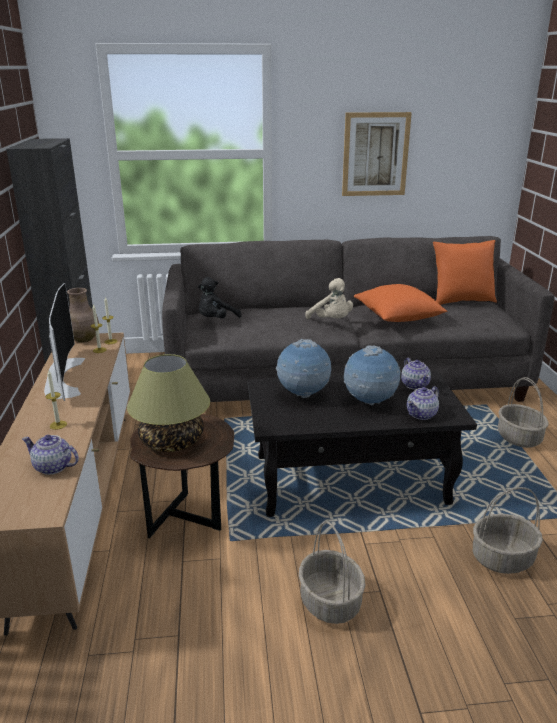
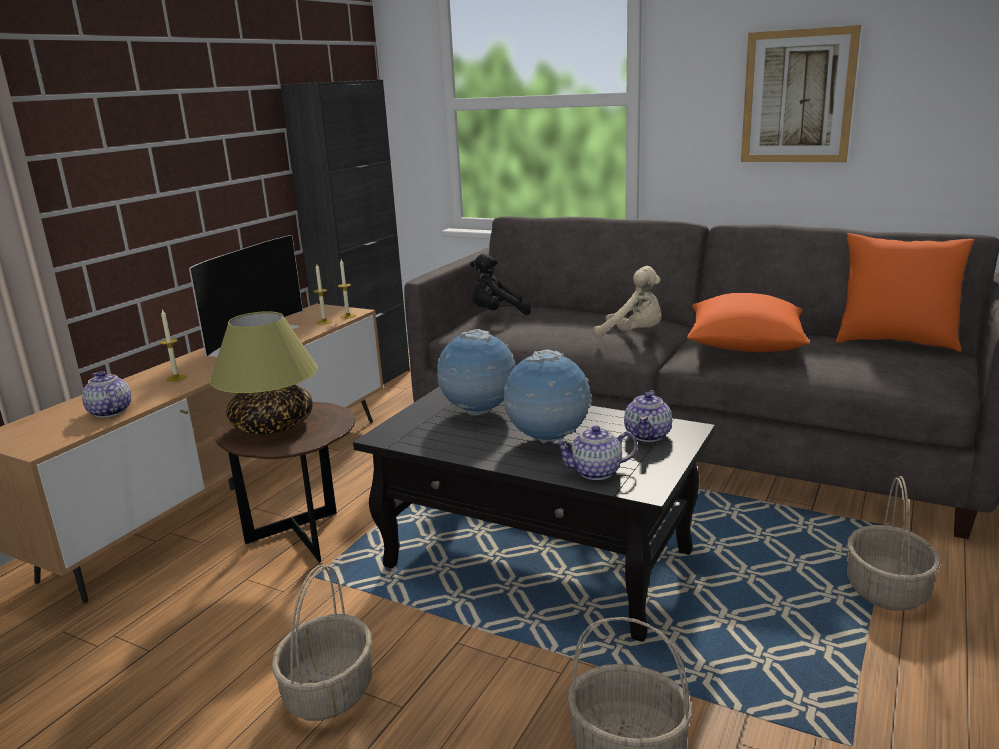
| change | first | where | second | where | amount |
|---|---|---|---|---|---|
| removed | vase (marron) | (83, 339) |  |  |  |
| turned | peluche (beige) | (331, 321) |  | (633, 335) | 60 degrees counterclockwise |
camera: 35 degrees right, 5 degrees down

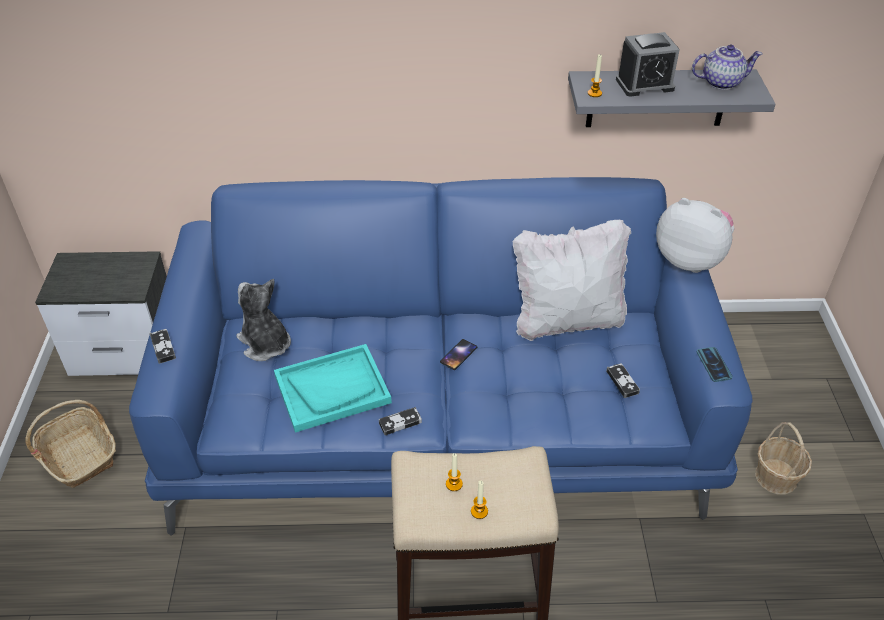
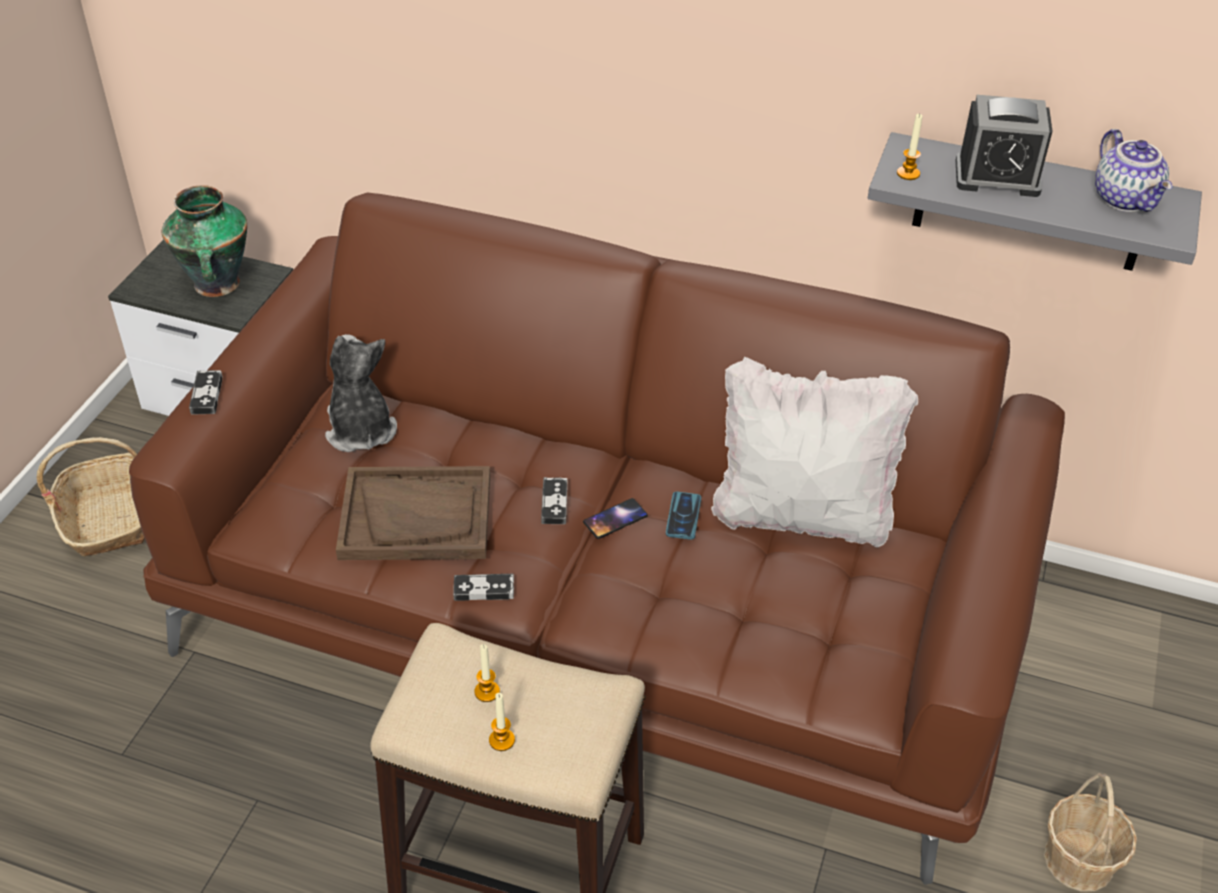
| change | first | where | second | where | amount |
|---|---|---|---|---|---|
| removed | peluche | (690, 259) |  |  |  |
| added |  |  | vase | (217, 285) |  |
| moved | manette | (622, 382) |  | (554, 503) |  |
| moved | téléphone | (713, 365) |  | (683, 516) |  |
| recoloured | canapé (bleu) | (441, 415) | canapé (marron) | (605, 607) |  |
| recoloured | plateau (turquoise) | (332, 389) | plateau (marron) | (416, 516) |  |
| turned | théière | (721, 82) |  | (1126, 199) | 60 degrees clockwise |
camera: 20 degrees right, 0 degrees up

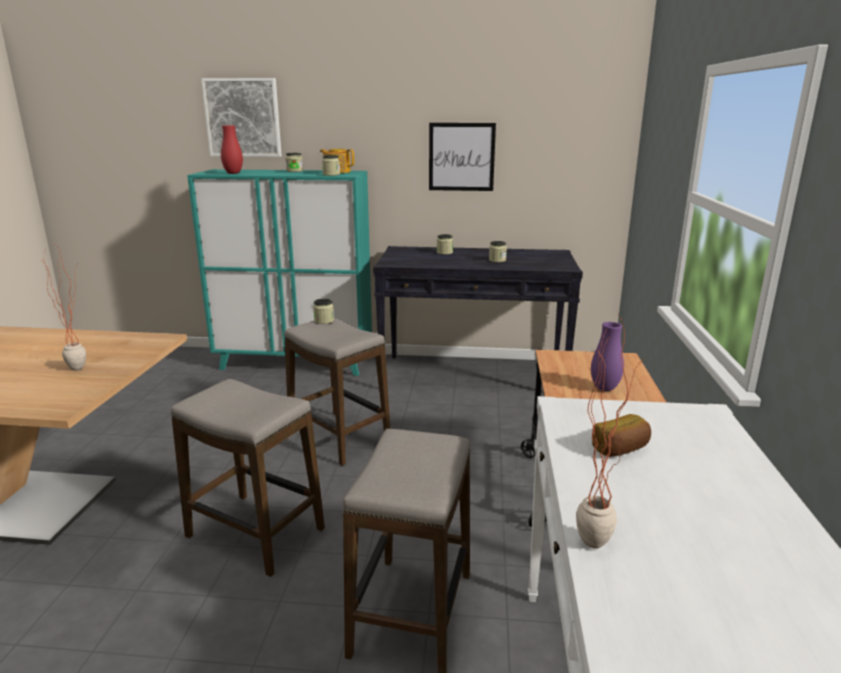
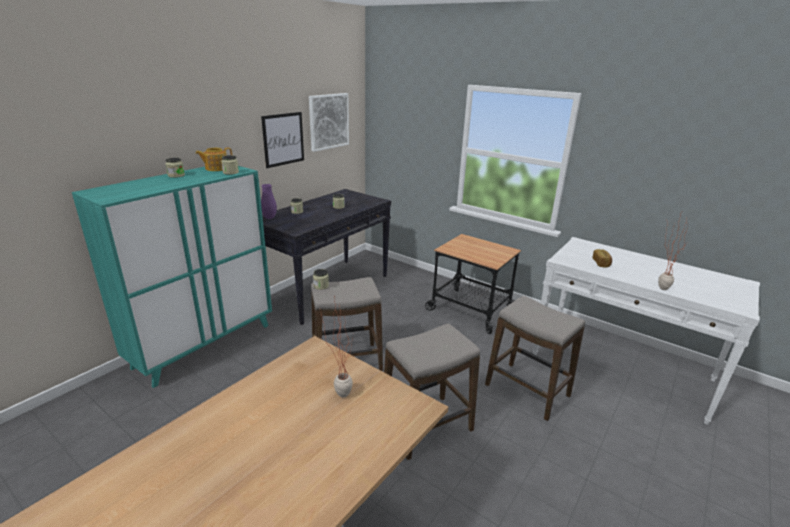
| change | first | where | second | where | amount |
|---|---|---|---|---|---|
| removed | vase (rouge) | (233, 173) |  |  |  |
| moved | tableau | (243, 118) |  | (328, 121) |  |
| moved | vase (violet) | (604, 388) |  | (269, 218) |  |
camera: 60 degrees left, 5 degrees up

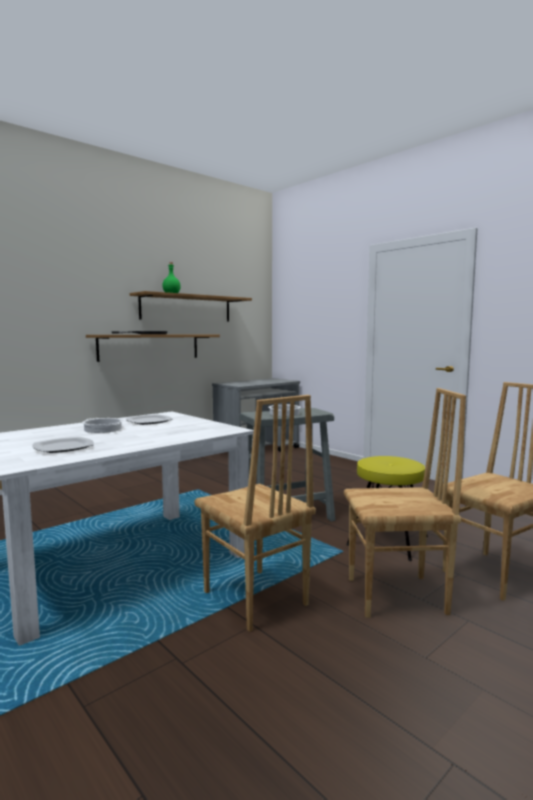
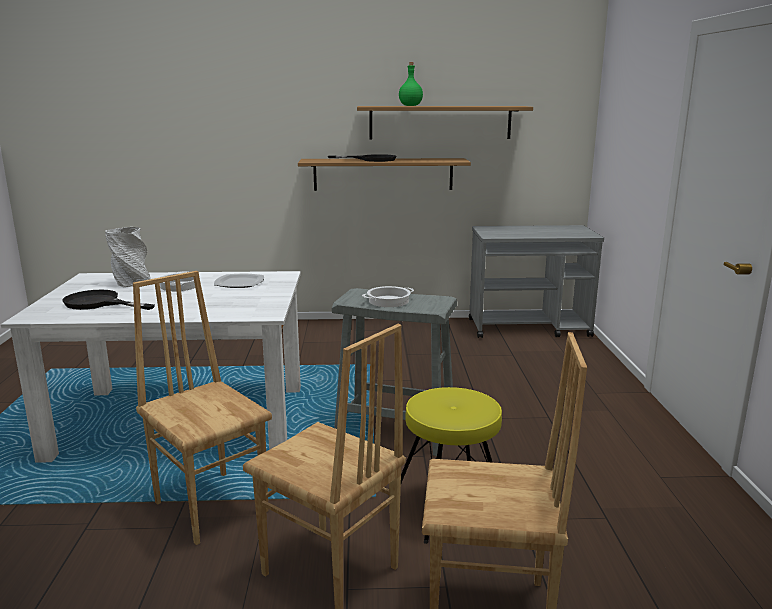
| change | first | where | second | where | amount |
|---|---|---|---|---|---|
| added |  |  | vase (gris) | (131, 282) |  |
| replaced | assiette | (63, 447) | poêle (noir) | (99, 303) |  |
| turned | chaise (marron) | (254, 600) |  | (212, 505) | 135 degrees clockwise |
camera: 40 degrees right, 10 degrees up

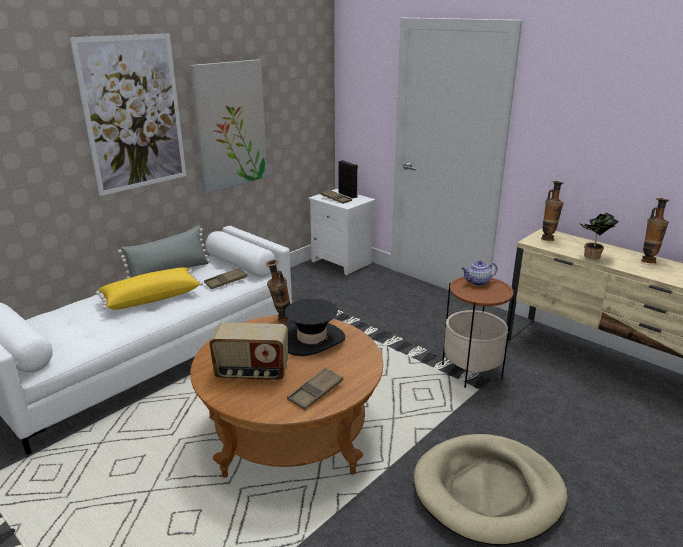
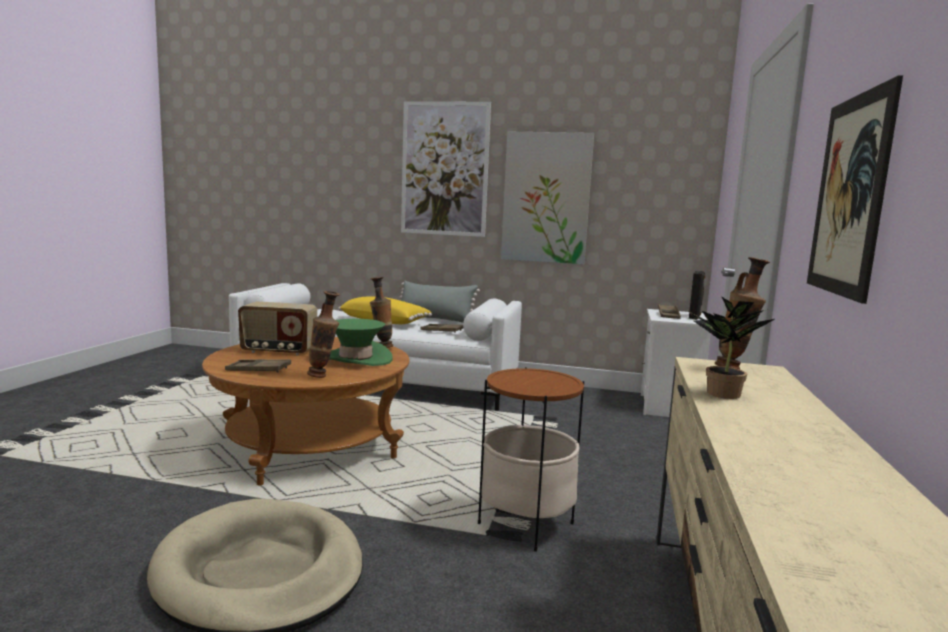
| change | first | where | second | where | amount |
|---|---|---|---|---|---|
| removed | théière | (477, 282) |  |  |  |
| added |  |  | tableau | (849, 196) |  |
| moved | vase | (648, 261) |  | (323, 376) |  |
| recoloured | chapeau (noir) | (312, 339) | chapeau (vert) | (356, 359) |  |
| turned | radio | (252, 373) |  | (278, 351) | 60 degrees counterclockwise |
camera: 60 degrees right, 15 degrees down

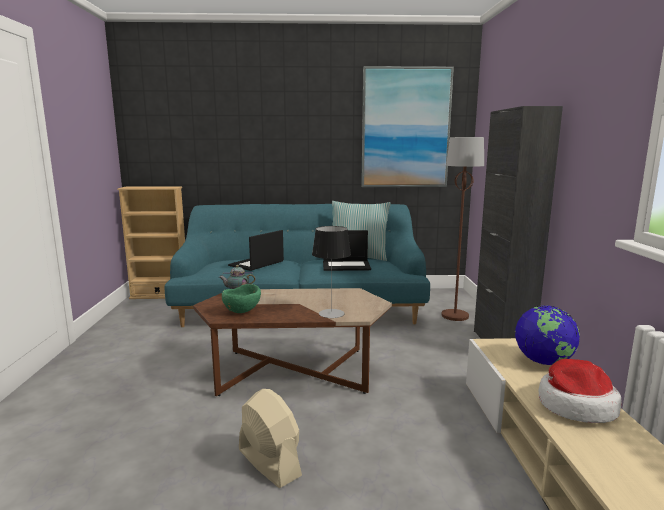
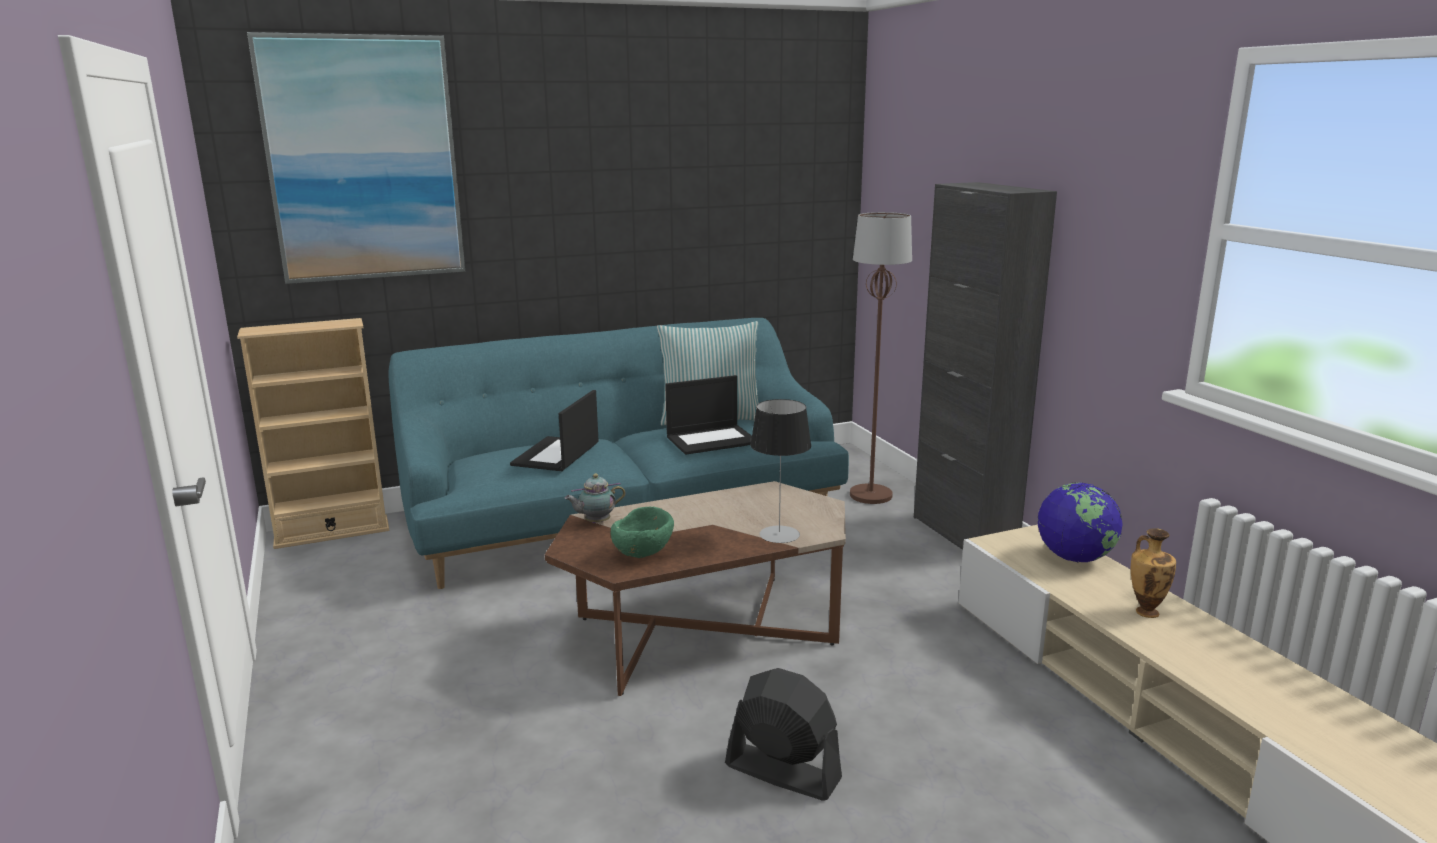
| change | first | where | second | where | amount |
|---|---|---|---|---|---|
| moved | tableau | (405, 128) |  | (363, 160) |  |
| replaced | chapeau | (575, 405) | vase | (1145, 611) |  |
| recoloured | ventilateur (beige) | (269, 462) | ventilateur (noir) | (782, 772) |  |
camera: 20 degrees left, 5 degrees up

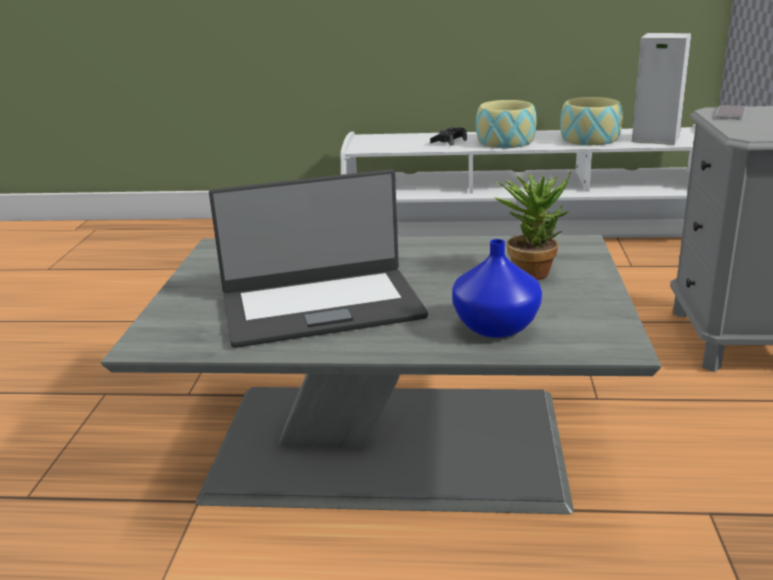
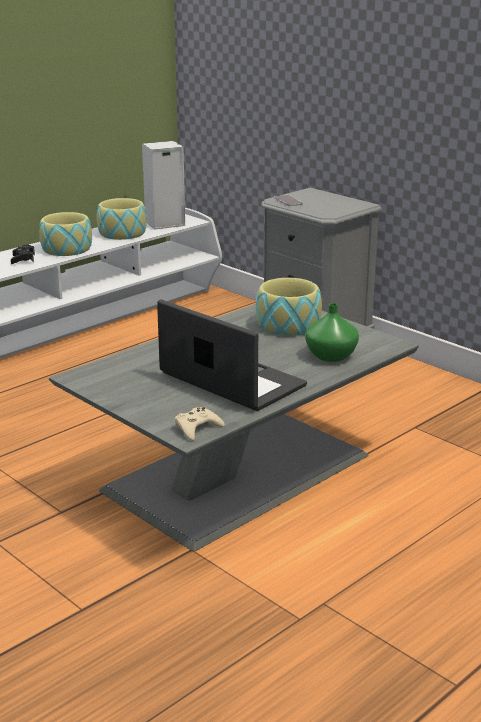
| change | first | where | second | where | amount |
|---|---|---|---|---|---|
| added |  |  | manette (beige) | (197, 428) |  |
| replaced | plante en pot | (532, 270) | bol | (288, 324) |  |
| recoloured | vase (bleu) | (494, 327) | vase (vert) | (330, 356) |  |
| turned | ordinateur portable | (321, 306) |  | (231, 381) | 75 degrees counterclockwise |
camera: 50 degrees left, 0 degrees up

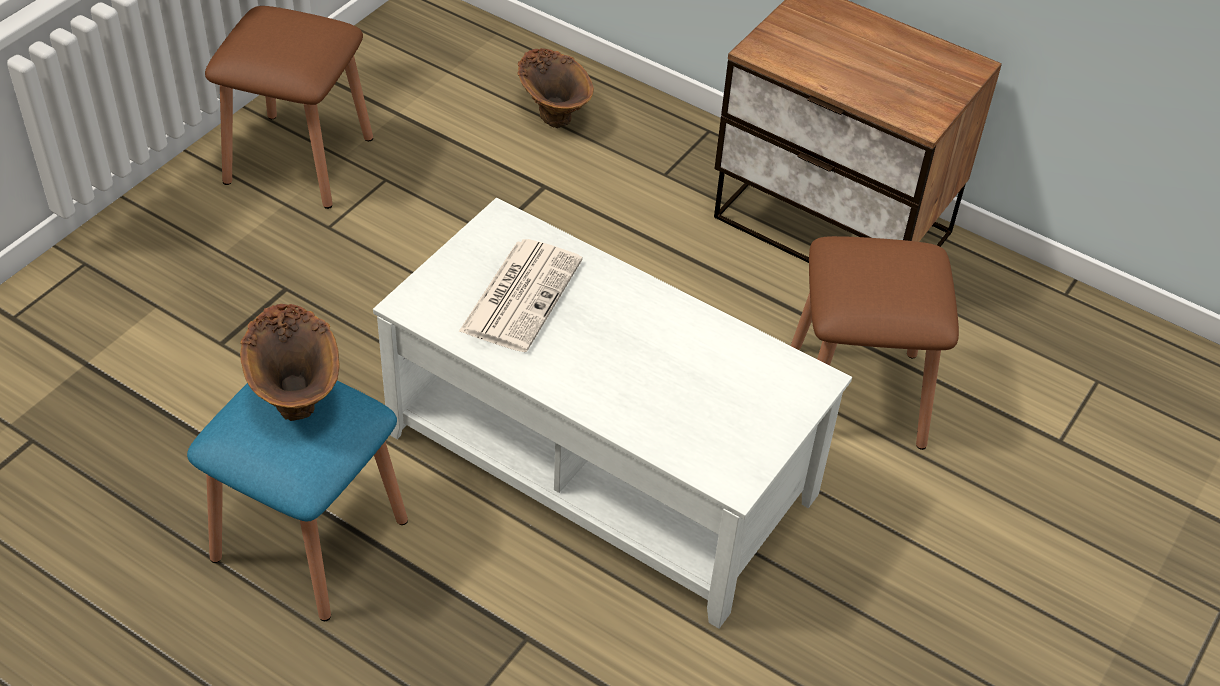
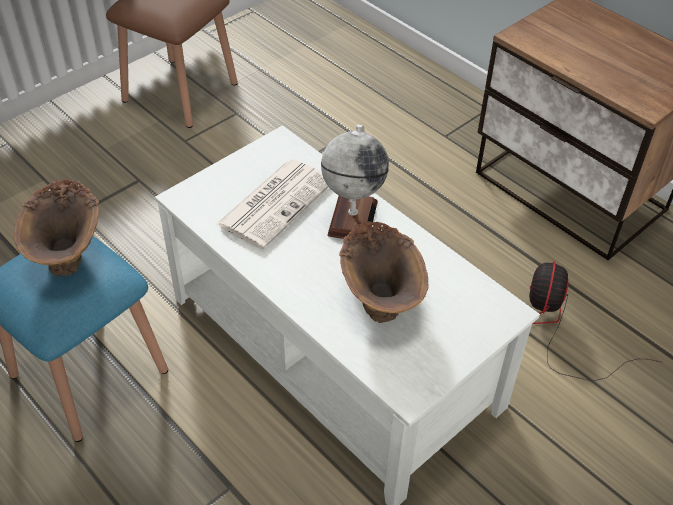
| change | first | where | second | where | amount |
|---|---|---|---|---|---|
| added |  |  | globe | (352, 218) |  |
| moved | vase (marron) | (554, 112) |  | (381, 300) |  |
| replaced | tabouret (marron) | (856, 395) | ventilateur | (559, 329) |  |
camera: 15 degrees right, 0 degrees up

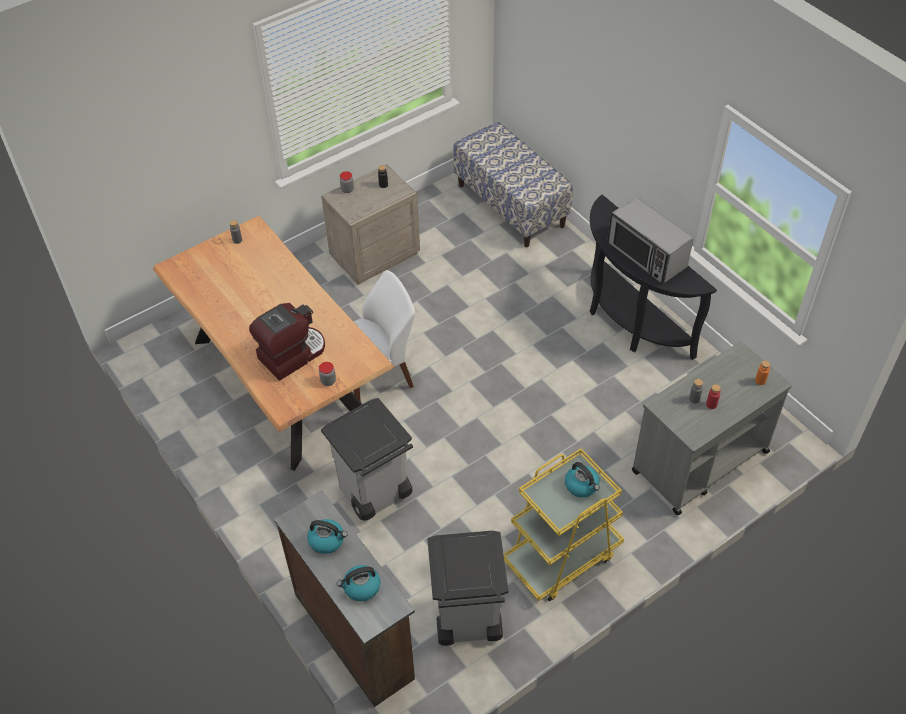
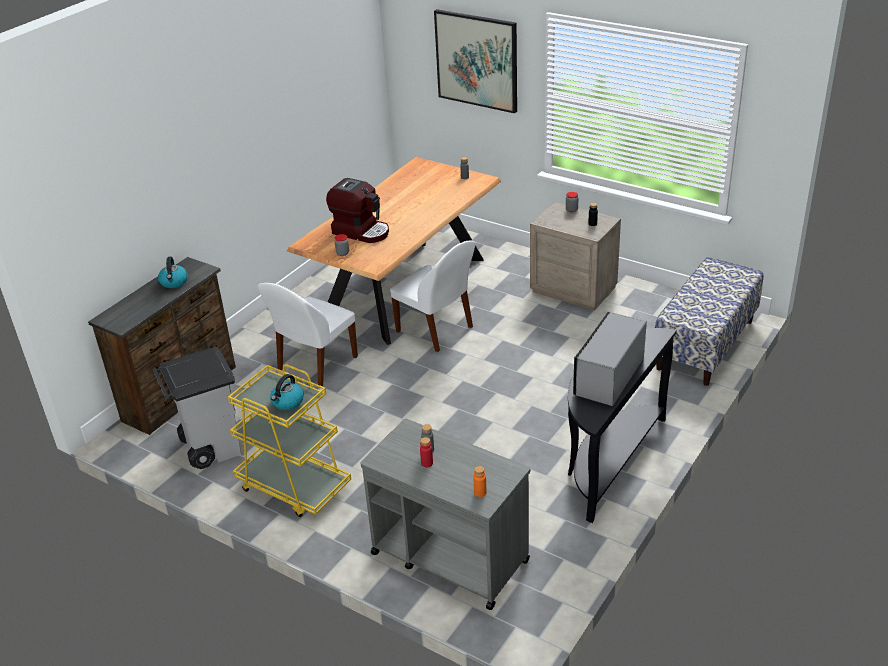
| change | first | where | second | where | amount |
|---|---|---|---|---|---|
| removed | bouilloire | (361, 587) |  |  |  |
| added |  |  | tableau | (477, 60) |  |
| replaced | poubelle (gris) | (374, 493) | chaise (blanc) | (316, 364) |  |
camera: 70 degrees right, 15 degrees down

